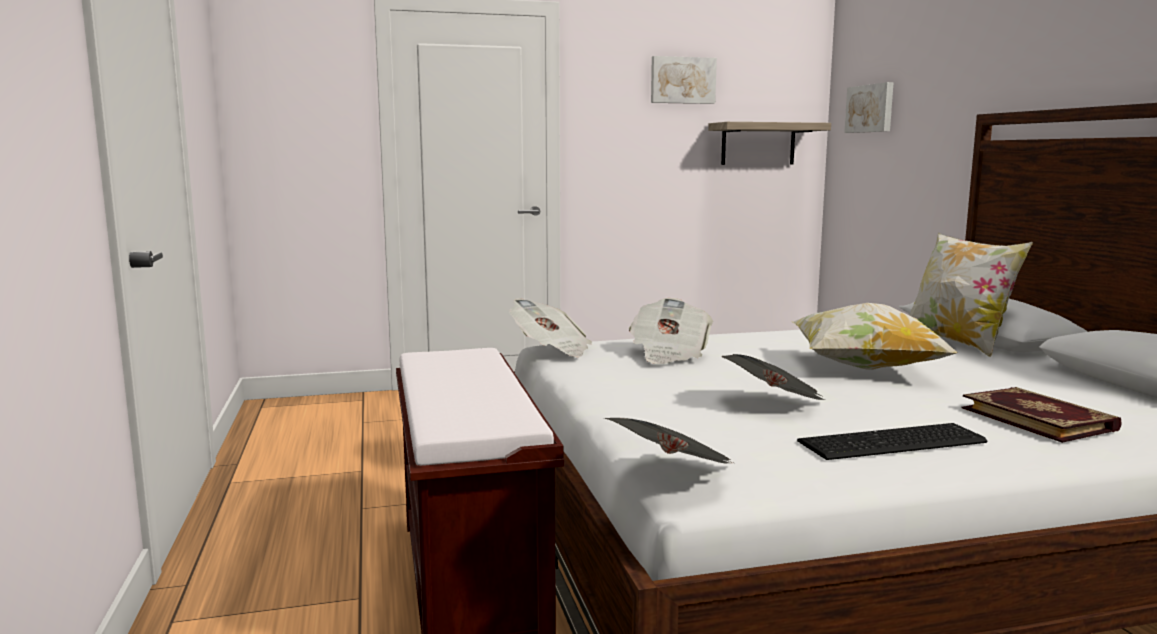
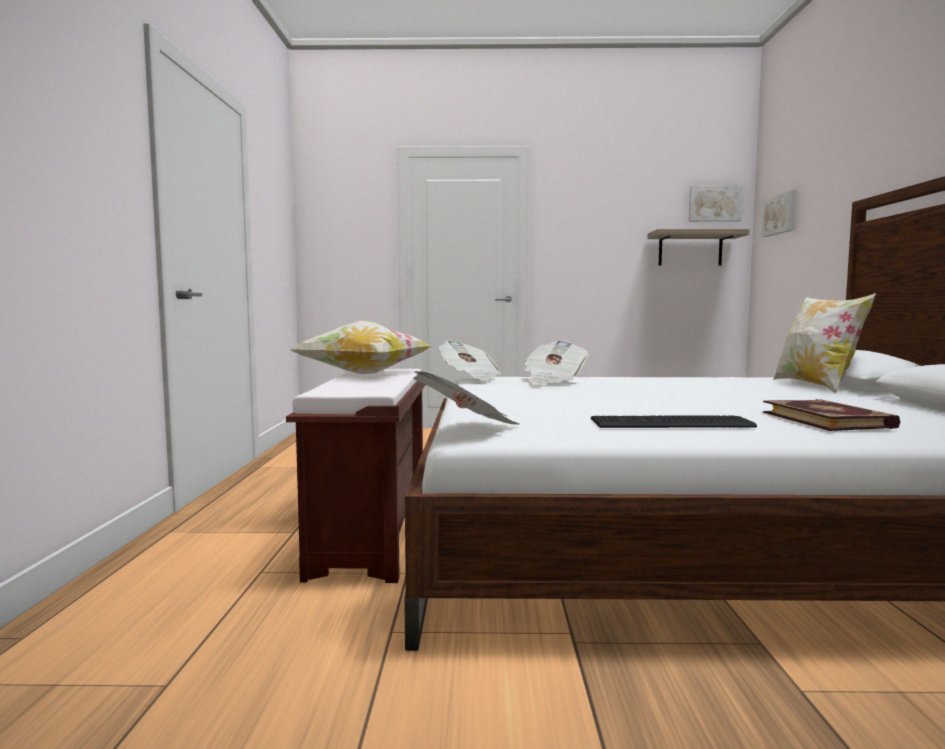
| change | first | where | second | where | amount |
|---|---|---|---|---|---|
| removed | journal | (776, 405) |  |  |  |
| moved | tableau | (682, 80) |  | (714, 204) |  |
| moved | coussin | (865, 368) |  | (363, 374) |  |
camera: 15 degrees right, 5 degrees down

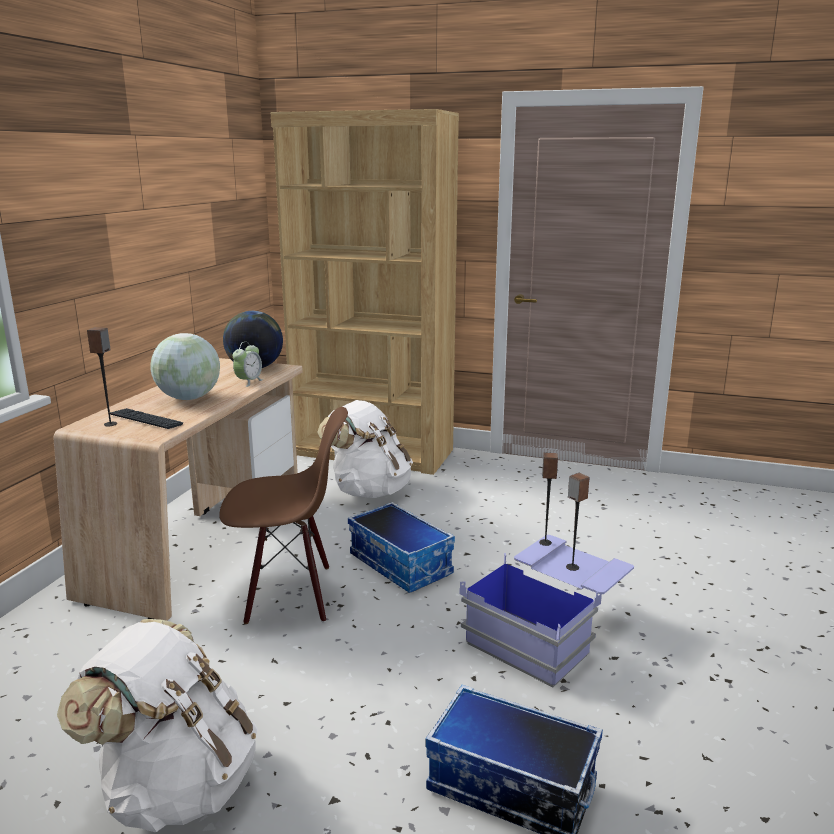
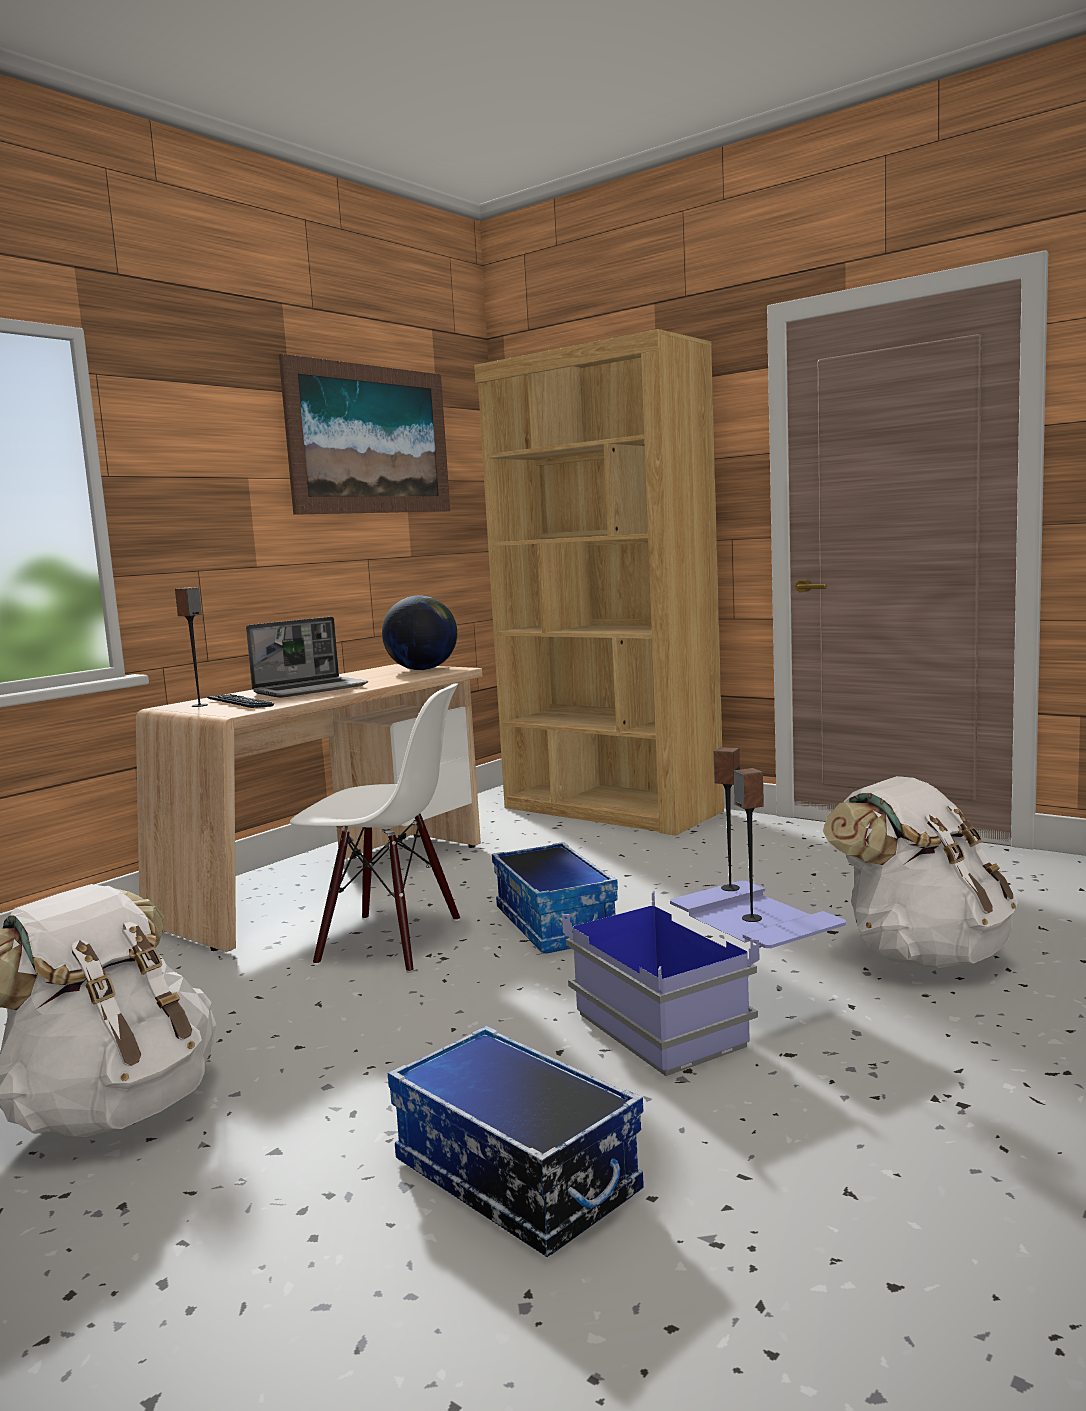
| change | first | where | second | where | amount |
|---|---|---|---|---|---|
| removed | réveil | (249, 382) |  |  |  |
| added |  |  | tableau | (370, 440) |  |
| moved | sac à dos (blanc) | (368, 490) |  | (920, 954) |  |
| replaced | globe | (188, 398) | ordinateur portable | (311, 689) |  |
| recoloured | chaise (marron) | (289, 595) | chaise (blanc) | (389, 942) |  |
camera: 20 degrees right, 10 degrees down

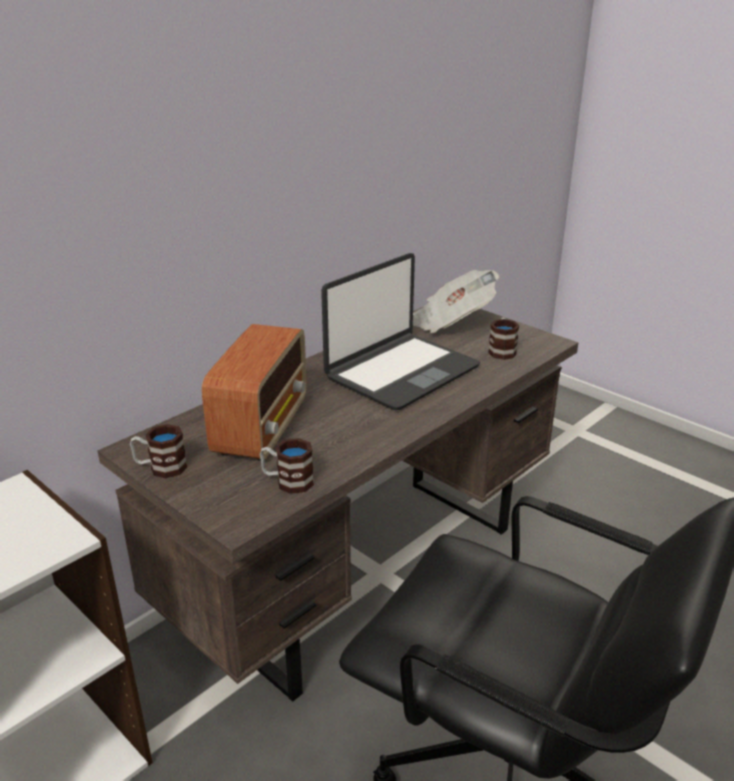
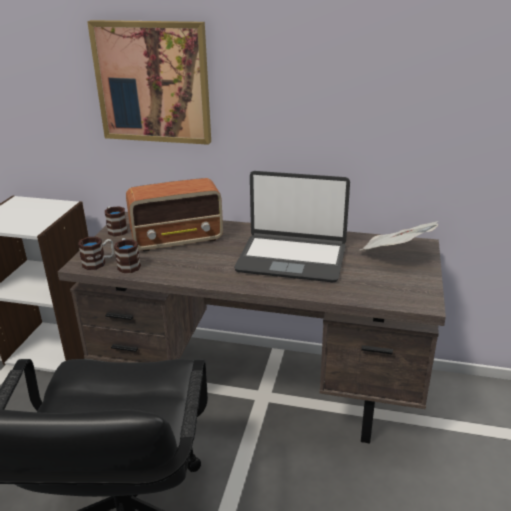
| change | first | where | second | where | amount |
|---|---|---|---|---|---|
| added |  |  | tableau | (153, 82) |  |
| moved | mug | (501, 350) |  | (99, 263) |  |
camera: 60 degrees right, 0 degrees up

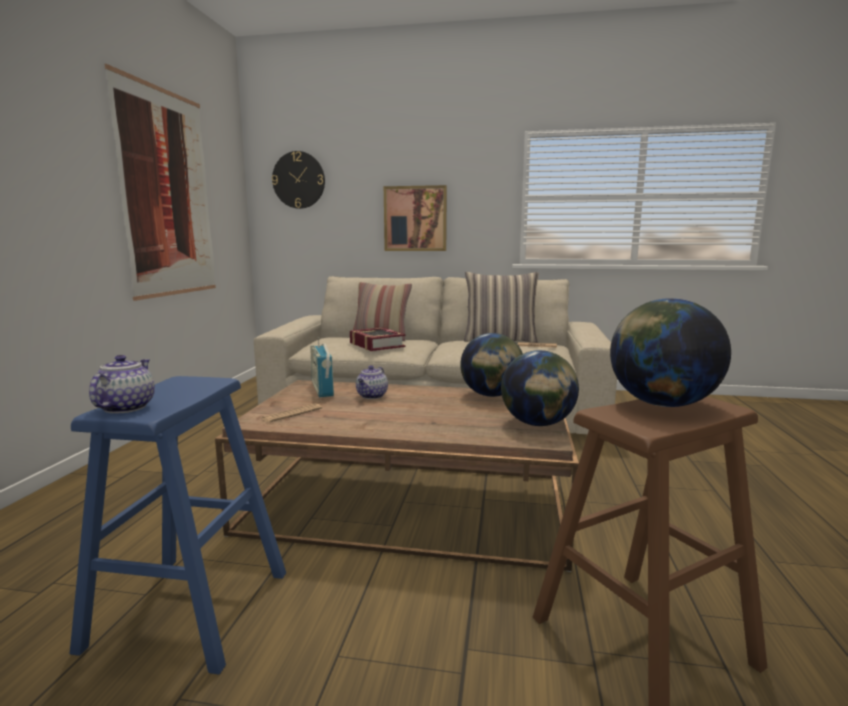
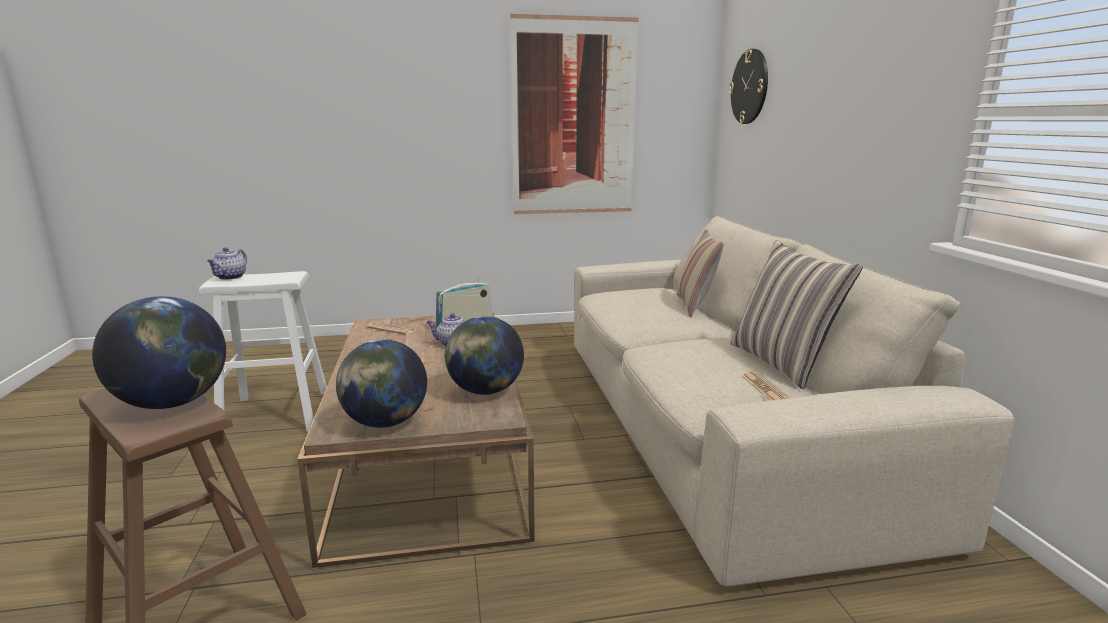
| change | first | where | second | where | amount |
|---|---|---|---|---|---|
| removed | livre | (376, 345) |  |  |  |
| removed | tableau | (415, 219) |  |  |  |
| recoloured | tabouret (bleu) | (189, 610) | tabouret (blanc) | (275, 414) |  |
| turned | théière | (126, 407) |  | (230, 277) | 120 degrees clockwise |
camera: 70 degrees right, 5 degrees up

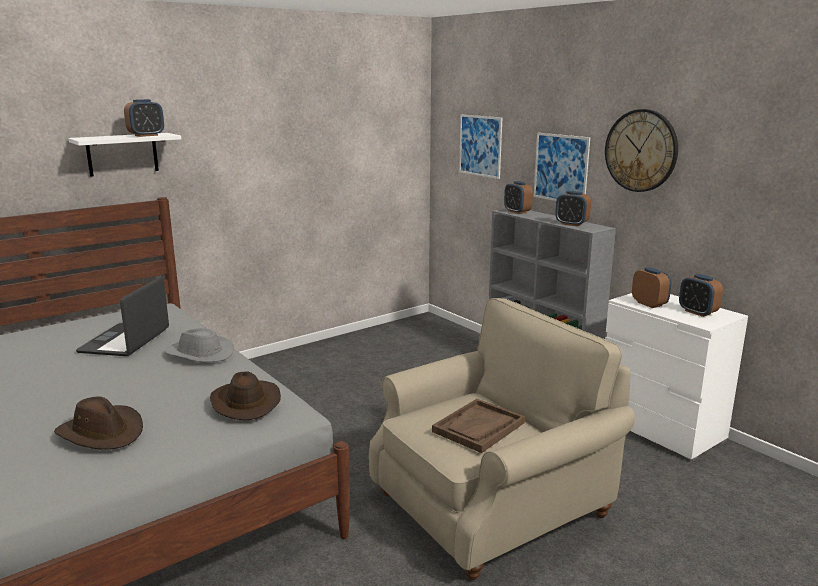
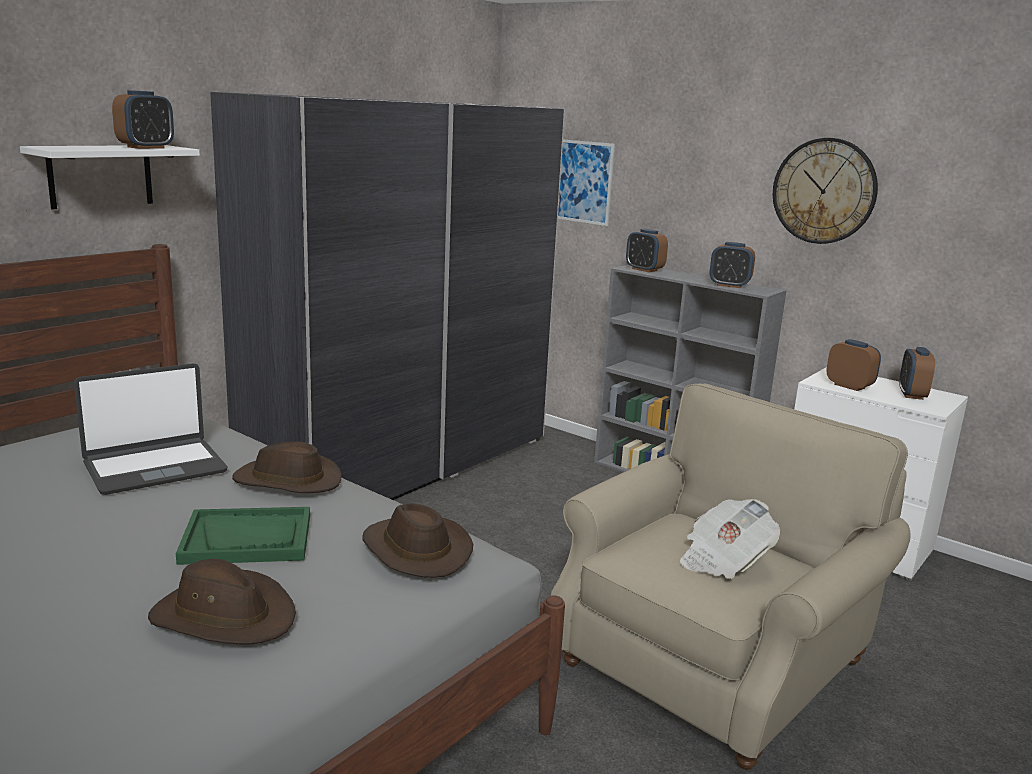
| change | first | where | second | where | amount |
|---|---|---|---|---|---|
| removed | tableau | (561, 168) |  |  |  |
| added |  |  | plateau (vert) | (247, 539) |  |
| added |  |  | armoire (gris) | (403, 467) |  |
| replaced | plateau (marron) | (478, 427) | journal | (723, 560) |  |
| recoloured | chapeau (gris) | (199, 354) | chapeau (marron) | (287, 481) |  |
| turned | ordinateur portable | (126, 341) |  | (155, 467) | 120 degrees counterclockwise |
| turned | réveil | (697, 312) |  | (912, 394) | 60 degrees clockwise |
camera: 15 degrees left, 0 degrees up

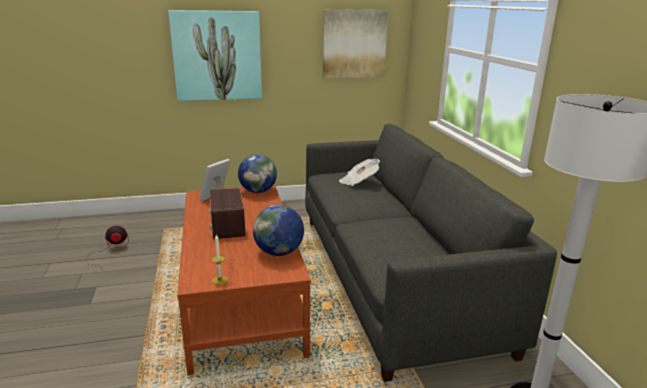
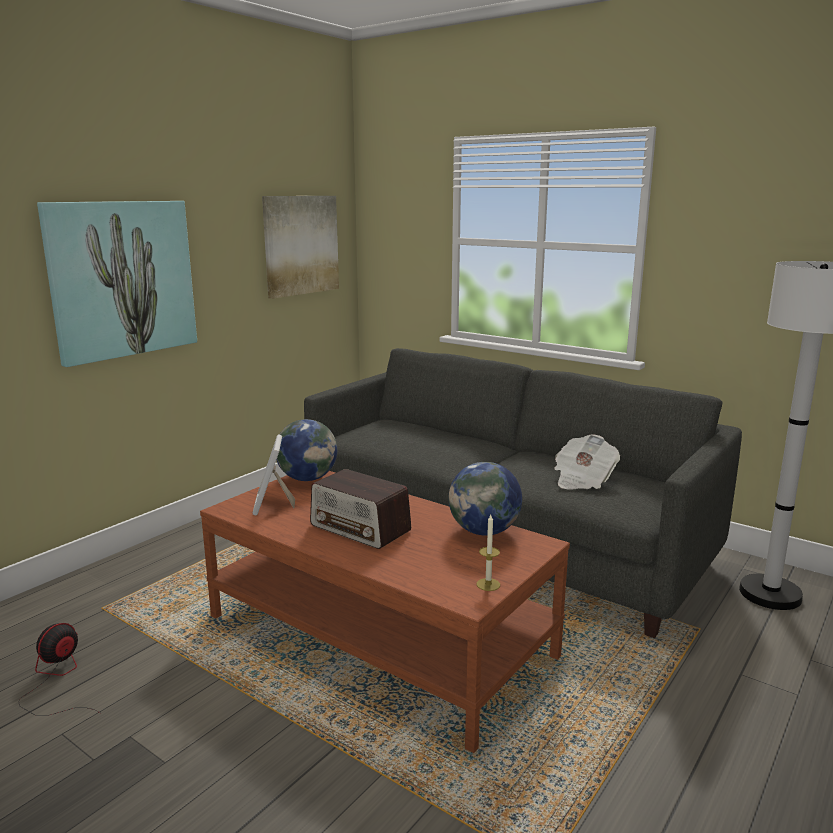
| change | first | where | second | where | amount |
|---|---|---|---|---|---|
| moved | journal | (359, 182) |  | (582, 479) |  |
camera: 40 degrees left, 5 degrees down

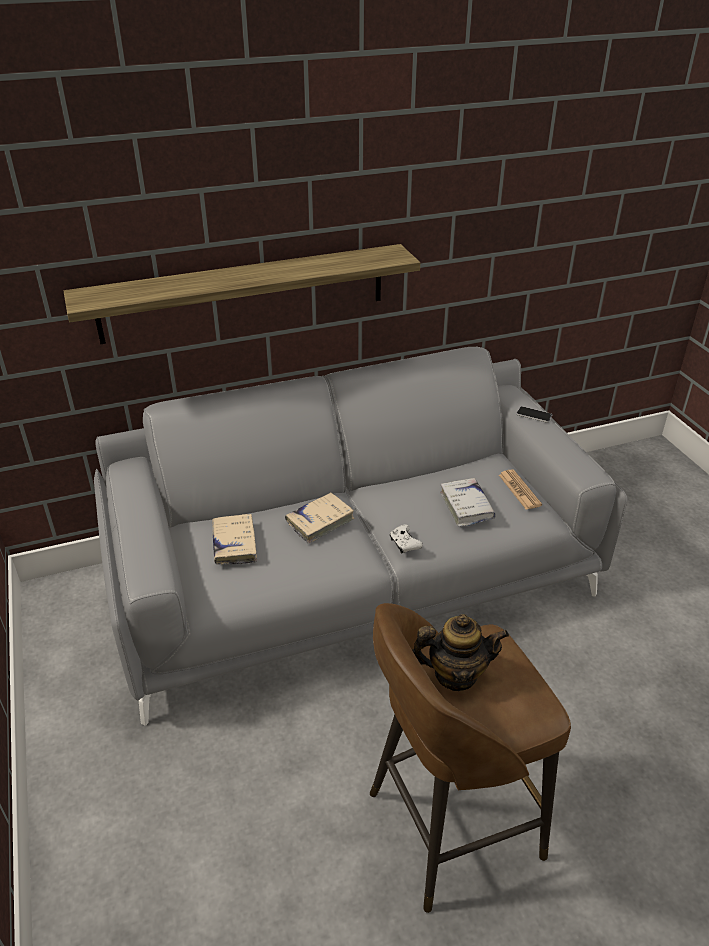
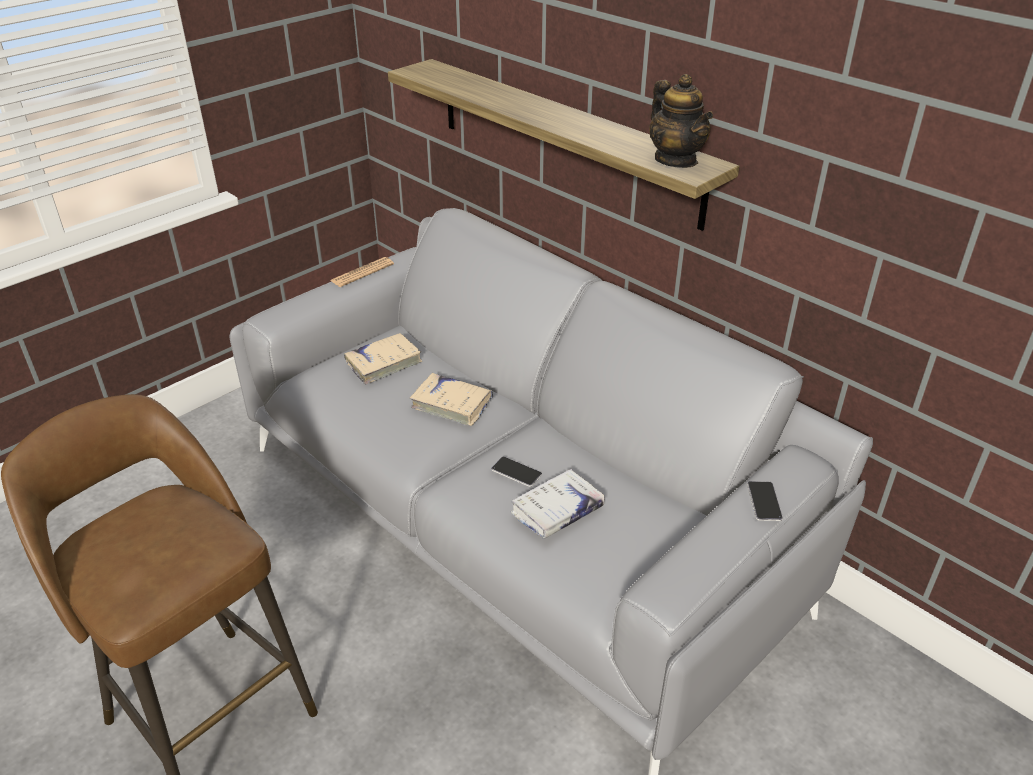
| change | first | where | second | where | amount |
|---|---|---|---|---|---|
| removed | manette (blanc) | (404, 544) |  |  |  |
| added |  |  | téléphone | (516, 472) |  |
| moved | théière | (455, 674) |  | (676, 160) |  |
| moved | journal | (519, 490) |  | (362, 273) |  |
camera: 65 degrees right, 0 degrees up

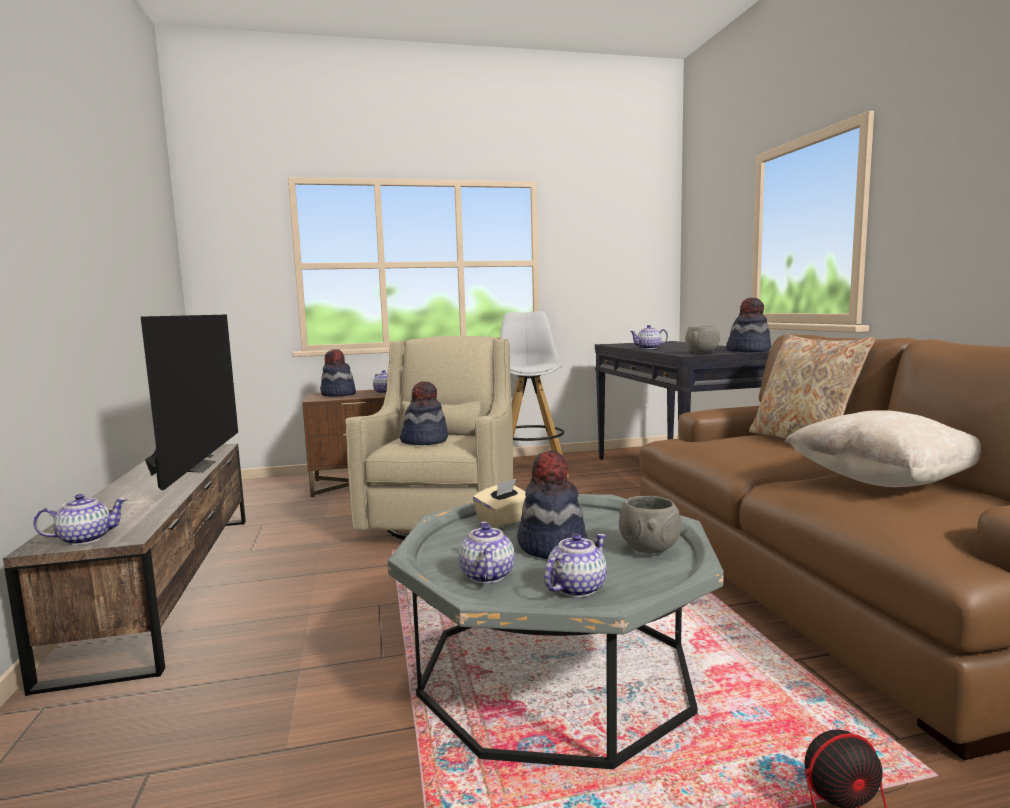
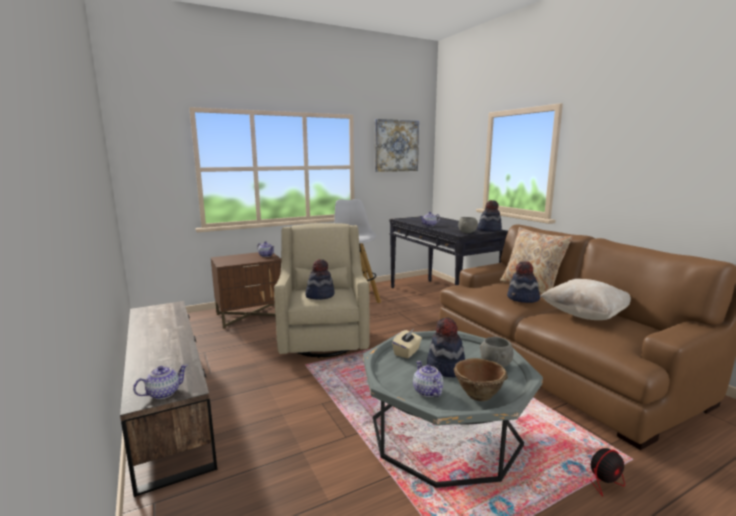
| change | first | where | second | where | amount |
|---|---|---|---|---|---|
| removed | téléviseur | (193, 467) |  |  |  |
| added |  |  | tableau | (396, 146) |  |
| moved | chapeau | (338, 395) |  | (523, 299) |  |
| replaced | théière | (575, 588) | bol (marron) | (478, 394) |  |
camera: 15 degrees left, 5 degrees up

